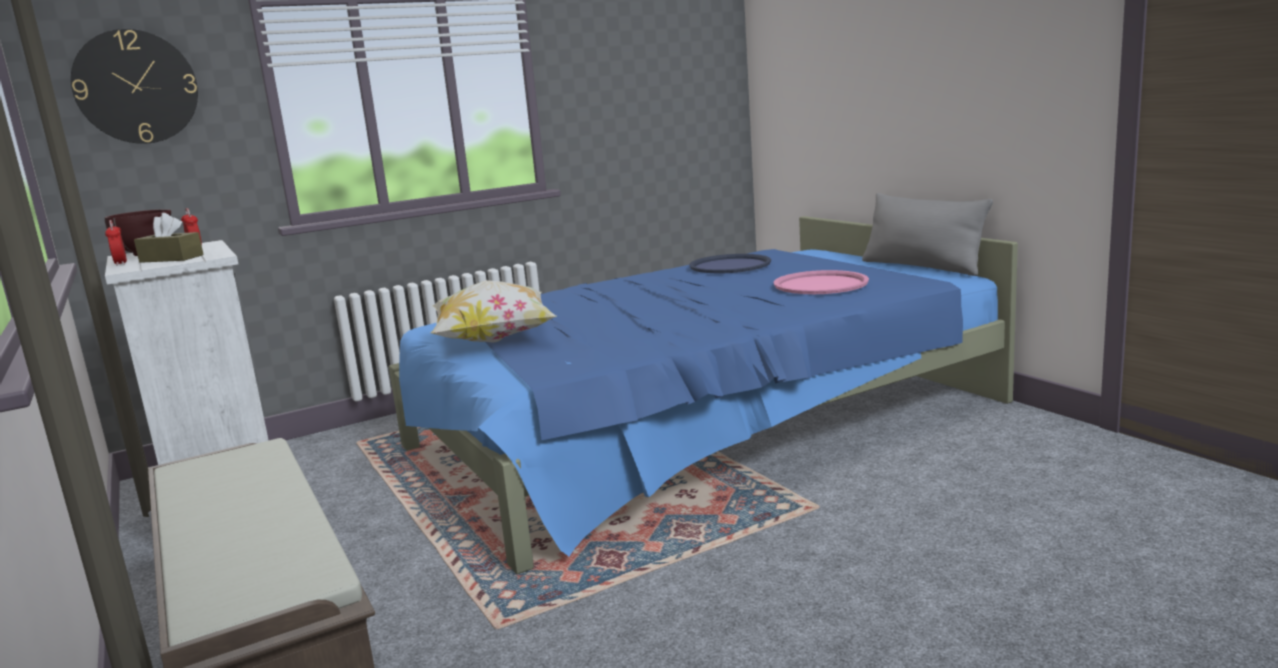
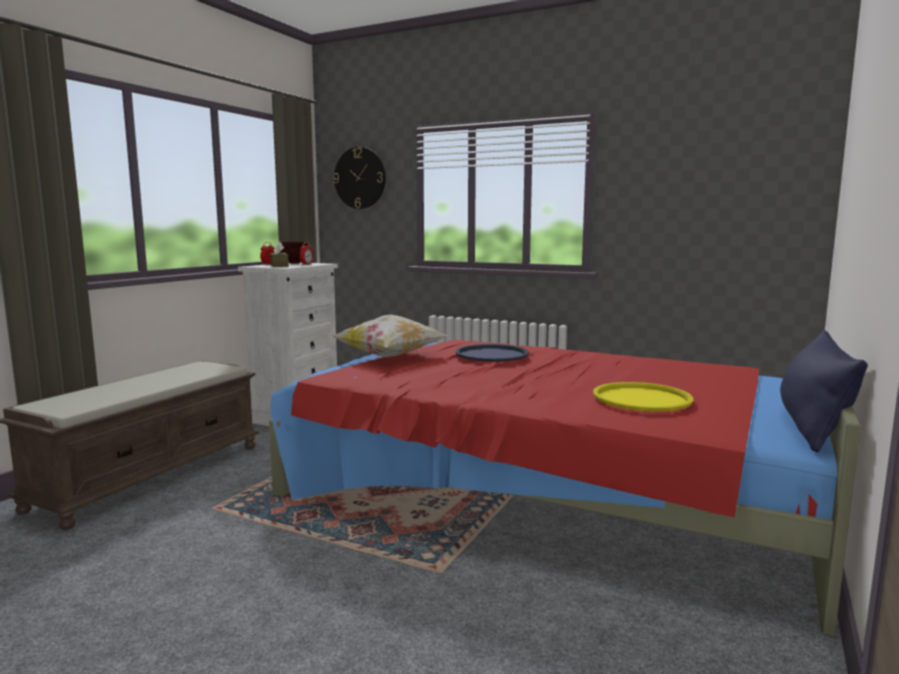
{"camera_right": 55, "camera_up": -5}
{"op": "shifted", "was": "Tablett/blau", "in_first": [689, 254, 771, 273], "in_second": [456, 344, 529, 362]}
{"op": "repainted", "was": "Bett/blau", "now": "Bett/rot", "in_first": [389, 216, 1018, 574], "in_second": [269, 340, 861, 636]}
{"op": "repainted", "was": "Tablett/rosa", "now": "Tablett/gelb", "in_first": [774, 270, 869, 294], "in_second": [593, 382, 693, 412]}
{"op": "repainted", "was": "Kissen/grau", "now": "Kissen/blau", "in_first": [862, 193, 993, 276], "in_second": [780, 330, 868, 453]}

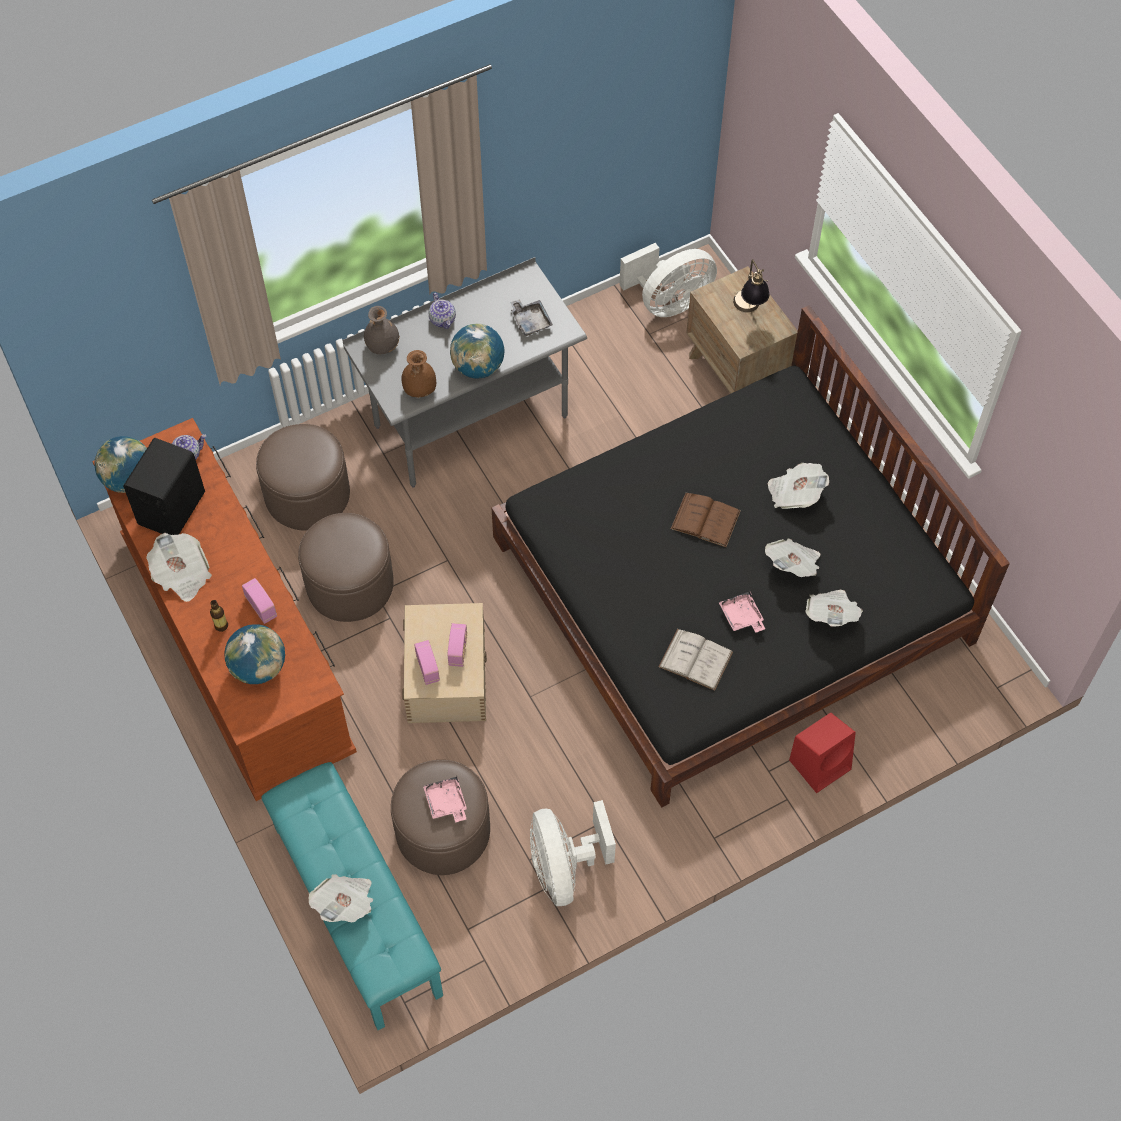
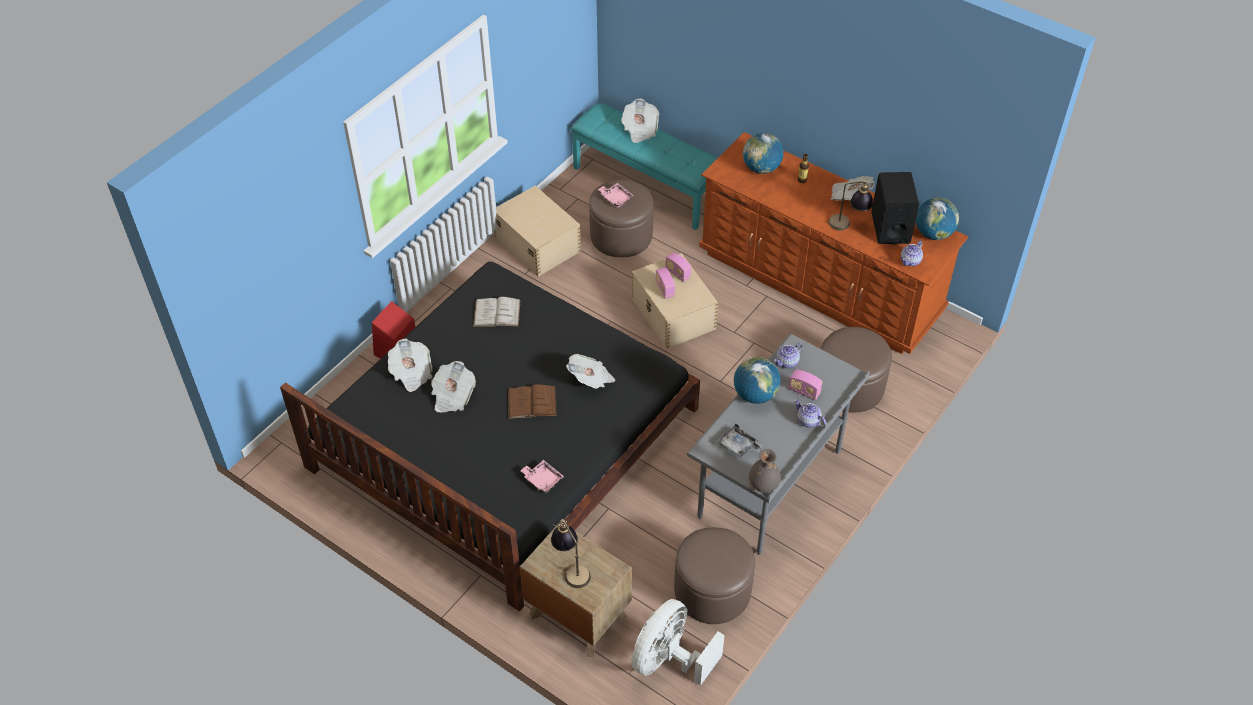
{"camera_right": 155, "camera_up": -10}
{"op": "new", "now": "Tischlampe", "in_second": [828, 179, 873, 231]}
{"op": "shifted", "was": "Radio", "in_first": [242, 578, 277, 624], "in_second": [788, 369, 823, 400]}
{"op": "shifted", "was": "Polsterhocker/braun", "in_first": [298, 513, 394, 622], "in_second": [674, 527, 755, 624]}
{"op": "shifted", "was": "Vase/grau", "in_first": [364, 306, 400, 354], "in_second": [749, 449, 781, 493]}
{"op": "shifted", "was": "Tablett/rosa", "in_first": [718, 590, 765, 633], "in_second": [520, 460, 564, 493]}
{"op": "shifted", "was": "Zeitung", "in_first": [767, 463, 829, 509], "in_second": [566, 354, 615, 389]}
{"op": "swapped", "was": "Vase/braun", "now": "Teekanne", "in_first": [402, 350, 436, 398], "in_second": [774, 342, 803, 368]}
{"op": "swapped", "was": "Ventilator/weiß", "now": "Aufbewahrungsbox/beige", "in_first": [530, 800, 616, 906], "in_second": [494, 186, 581, 277]}

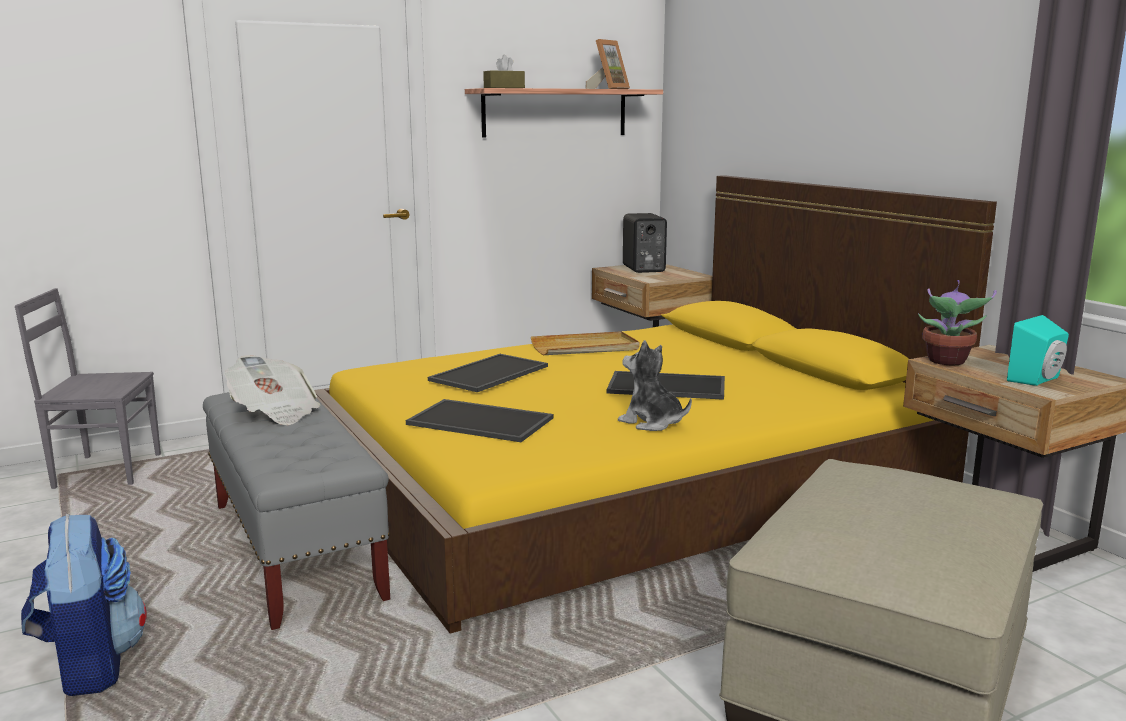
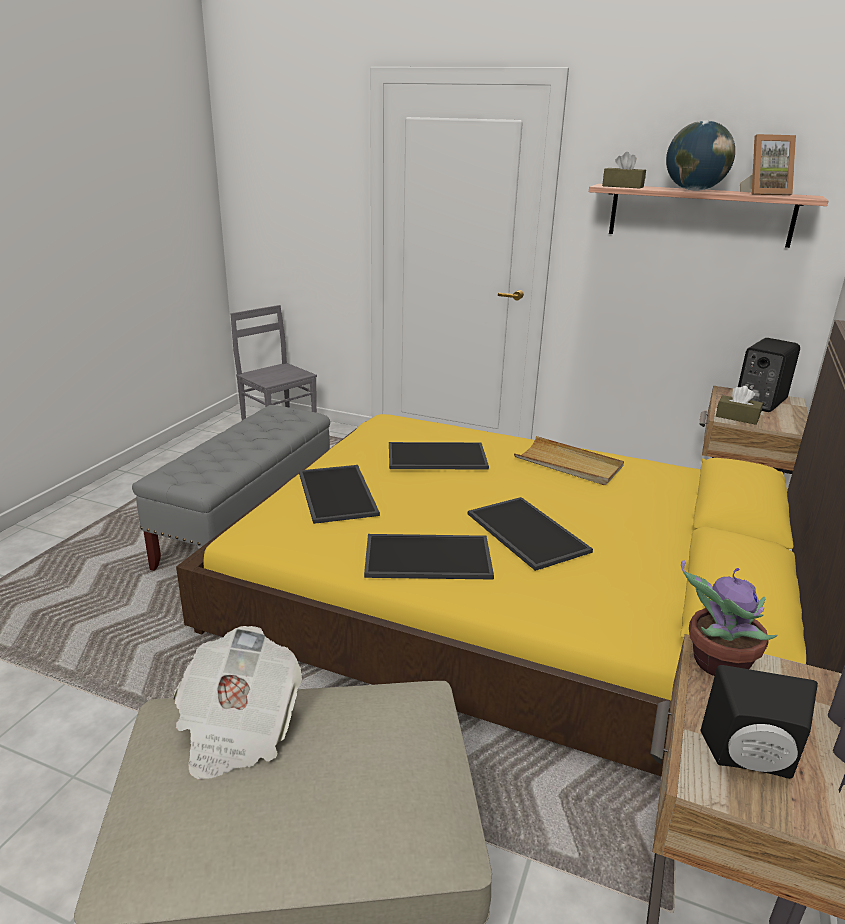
{"camera_right": 50, "camera_up": 10}
{"op": "gone", "was": "Rucksack", "in_first": [21, 514, 147, 696]}
{"op": "new", "now": "Globus", "in_second": [666, 121, 735, 191]}
{"op": "new", "now": "Taschentuchbox/braun", "in_second": [716, 386, 763, 425]}
{"op": "shifted", "was": "Zeitung", "in_first": [224, 355, 320, 425], "in_second": [173, 626, 302, 779]}
{"op": "swapped", "was": "Plüschtier", "now": "Tablett", "in_first": [618, 340, 692, 431], "in_second": [364, 534, 494, 580]}
{"op": "repainted", "was": "Lautsprecher/türkis", "now": "Lautsprecher/schwarz", "in_first": [1007, 315, 1069, 386], "in_second": [701, 665, 818, 779]}

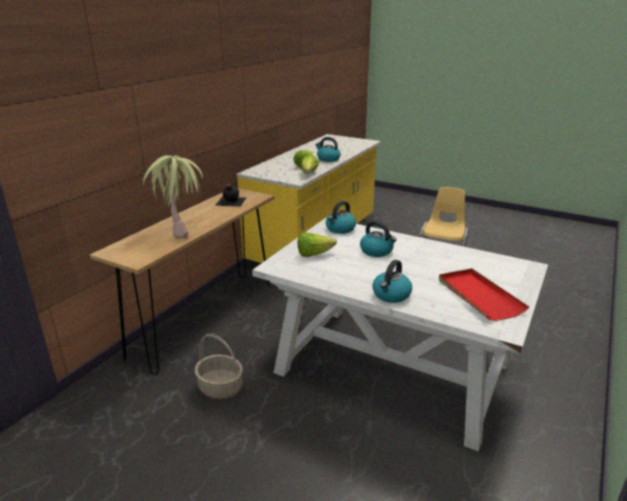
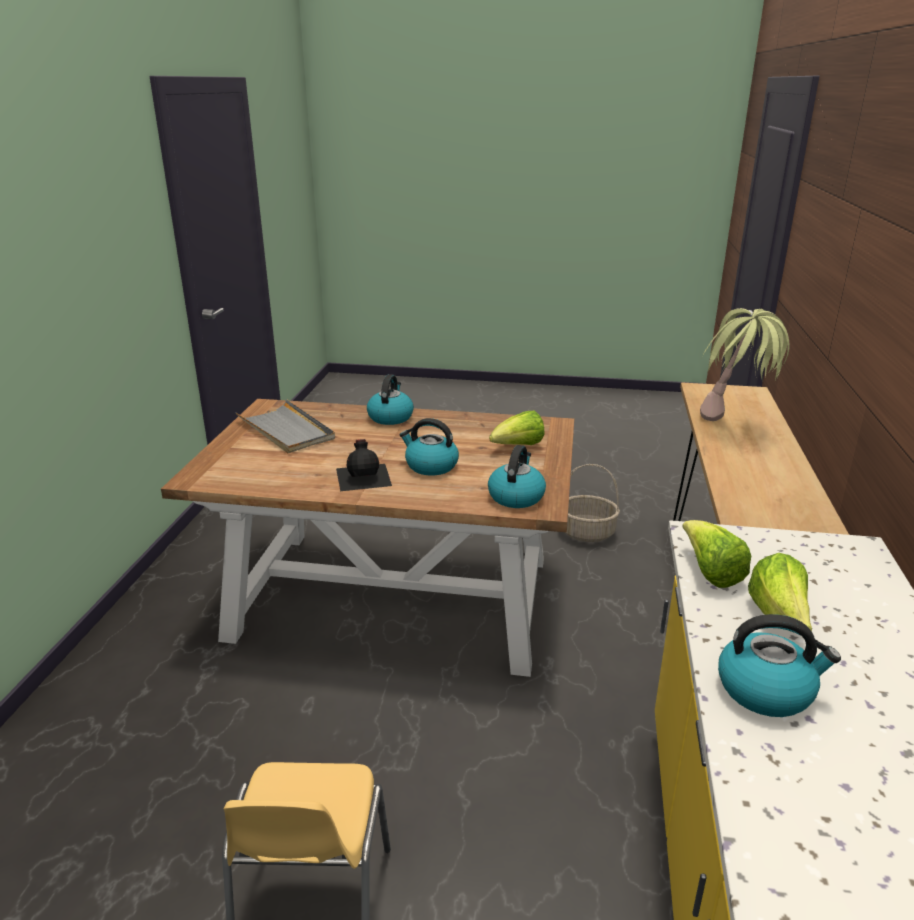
{"camera_right": 160, "camera_up": 0}
{"op": "shifted", "was": "Flasche/schwarz", "in_first": [215, 183, 246, 207], "in_second": [336, 439, 392, 491]}
{"op": "repainted", "was": "Esstisch/weiß", "now": "Esstisch/braun", "in_first": [252, 217, 548, 452], "in_second": [161, 399, 574, 677]}
{"op": "repainted", "was": "Tablett/rot", "now": "Tablett/grau", "in_first": [439, 268, 529, 321], "in_second": [236, 399, 335, 453]}

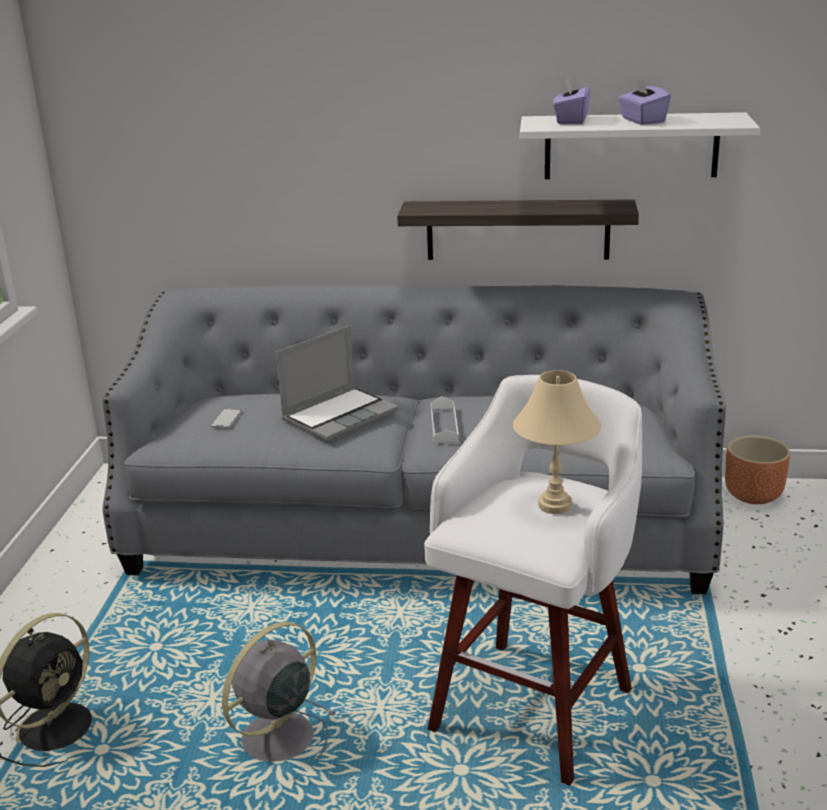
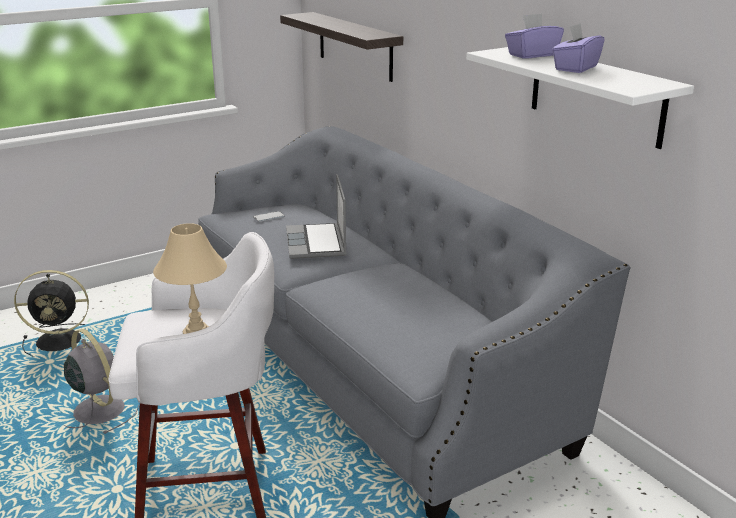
{"camera_right": 50, "camera_up": 0}
{"op": "gone", "was": "Tablett/weiß", "in_first": [431, 397, 459, 443]}
{"op": "gone", "was": "Pflanzkübel/braun", "in_first": [725, 436, 790, 504]}
{"op": "shifted", "was": "Wandregal", "in_first": [397, 199, 639, 260], "in_second": [280, 12, 403, 82]}
{"op": "rotated", "was": "Ventilator/grau", "in_first": [222, 622, 336, 762], "in_second": [63, 329, 139, 434], "clockwise": 45}
{"op": "rotated", "was": "Laptop", "in_first": [276, 325, 399, 441], "in_second": [286, 174, 346, 259], "clockwise": 75}

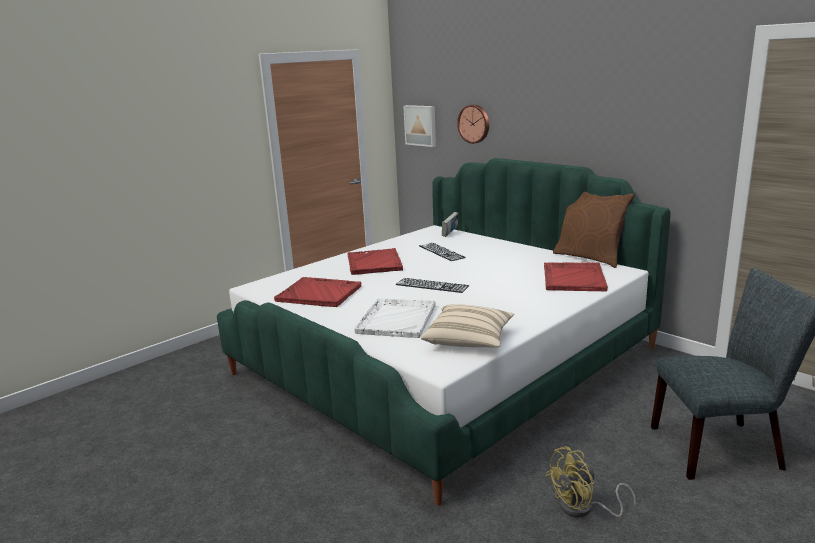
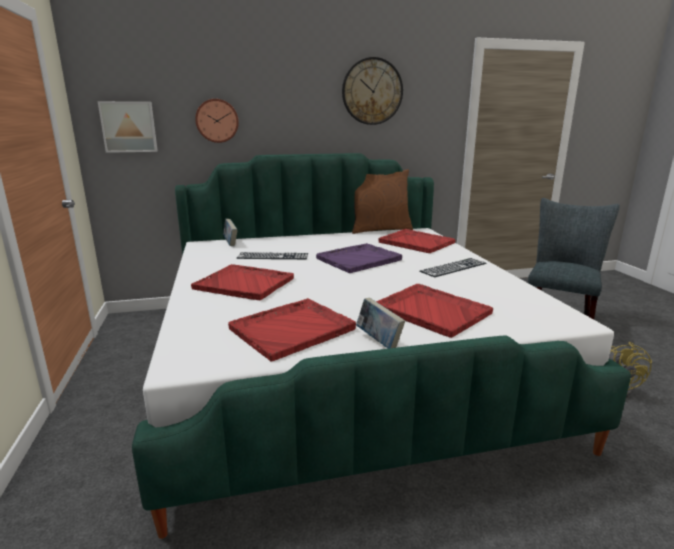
{"camera_right": -60, "camera_up": 0}
{"op": "gone", "was": "Kissen/beige", "in_first": [421, 304, 514, 348]}
{"op": "new", "now": "Tablett/lila", "in_second": [316, 243, 402, 273]}
{"op": "new", "now": "Wanduhr", "in_second": [342, 57, 403, 125]}
{"op": "new", "now": "Buch", "in_second": [356, 298, 405, 349]}
{"op": "shifted", "was": "Tastatur", "in_first": [396, 278, 469, 293], "in_second": [419, 258, 487, 277]}
{"op": "repainted", "was": "Tablett/weiß", "now": "Tablett/rot", "in_first": [355, 298, 436, 338], "in_second": [376, 284, 493, 338]}

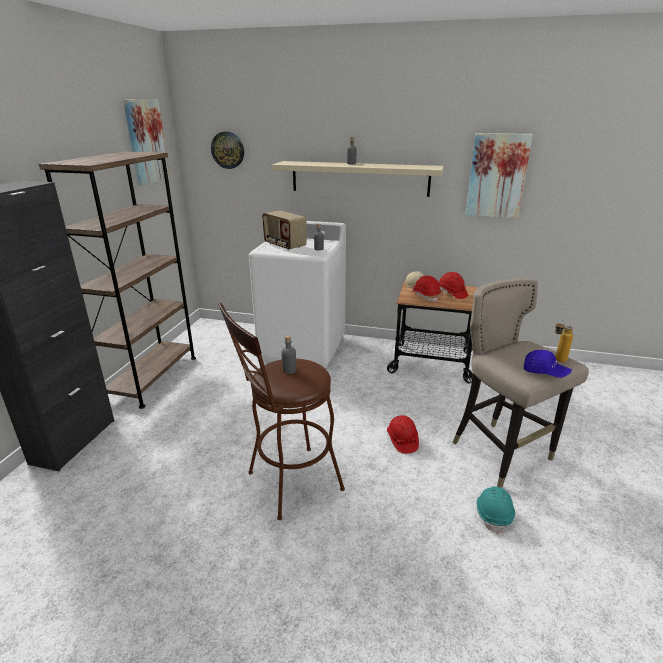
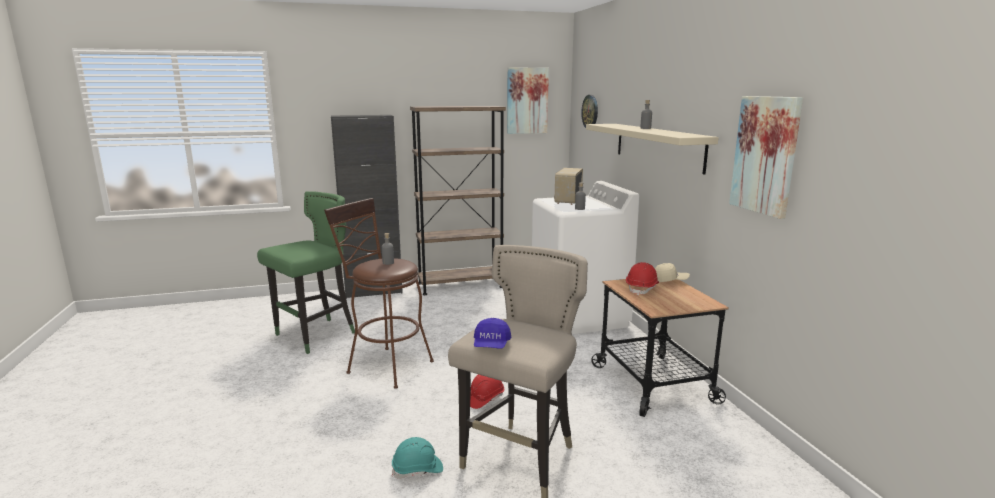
{"camera_right": 60, "camera_up": -10}
{"op": "gone", "was": "Schutzhelm/rot", "in_first": [438, 272, 468, 299]}
{"op": "gone", "was": "Flasche", "in_first": [555, 320, 574, 362]}
{"op": "new", "now": "Hocker/grün", "in_second": [257, 191, 355, 354]}

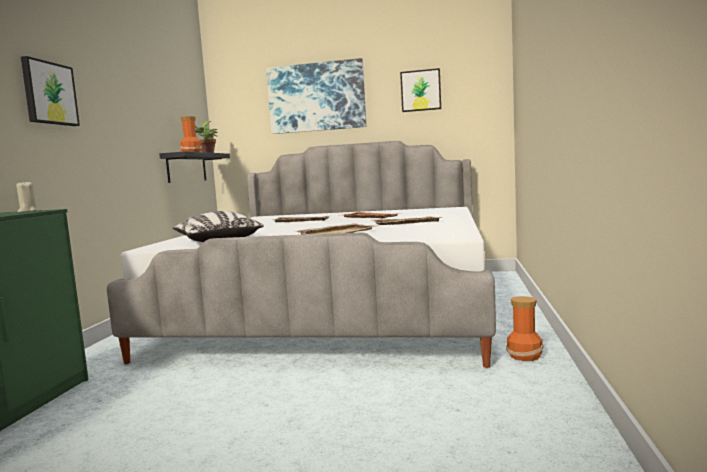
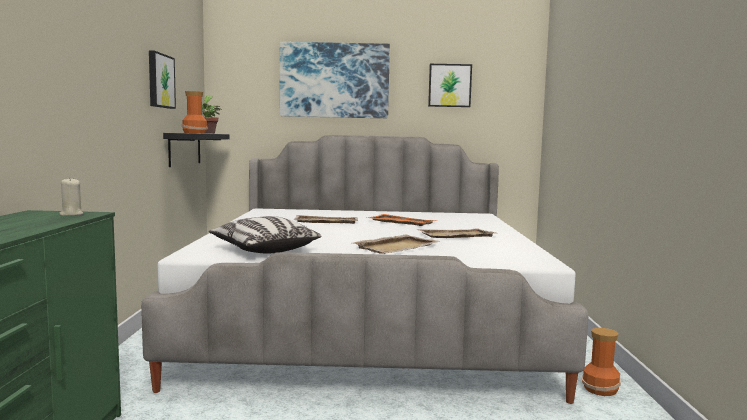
{"camera_right": -10, "camera_up": 0}
{"op": "shifted", "was": "Bild", "in_first": [21, 56, 80, 126], "in_second": [149, 51, 176, 109]}

